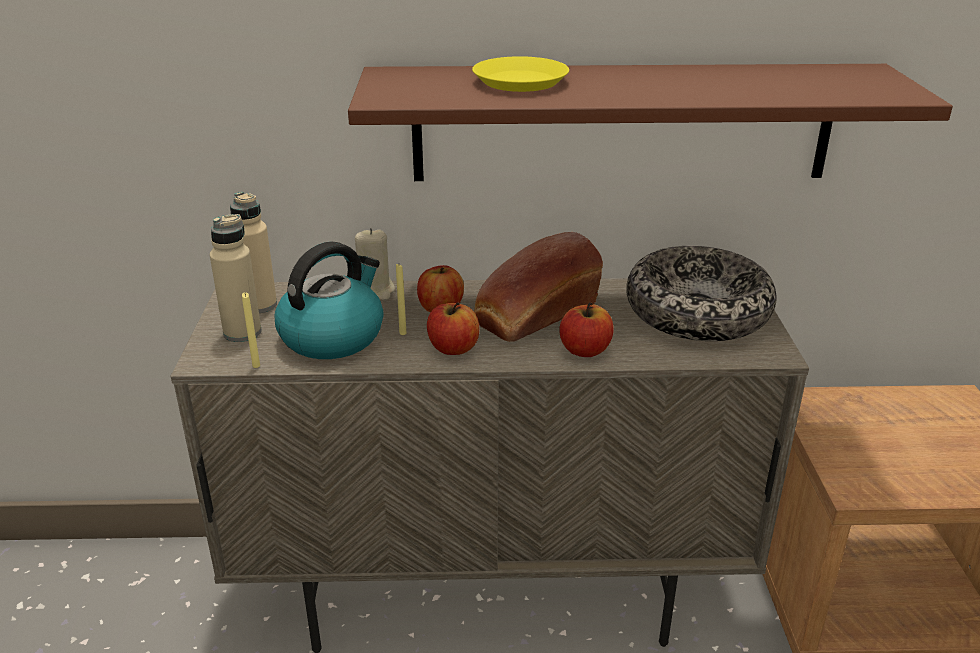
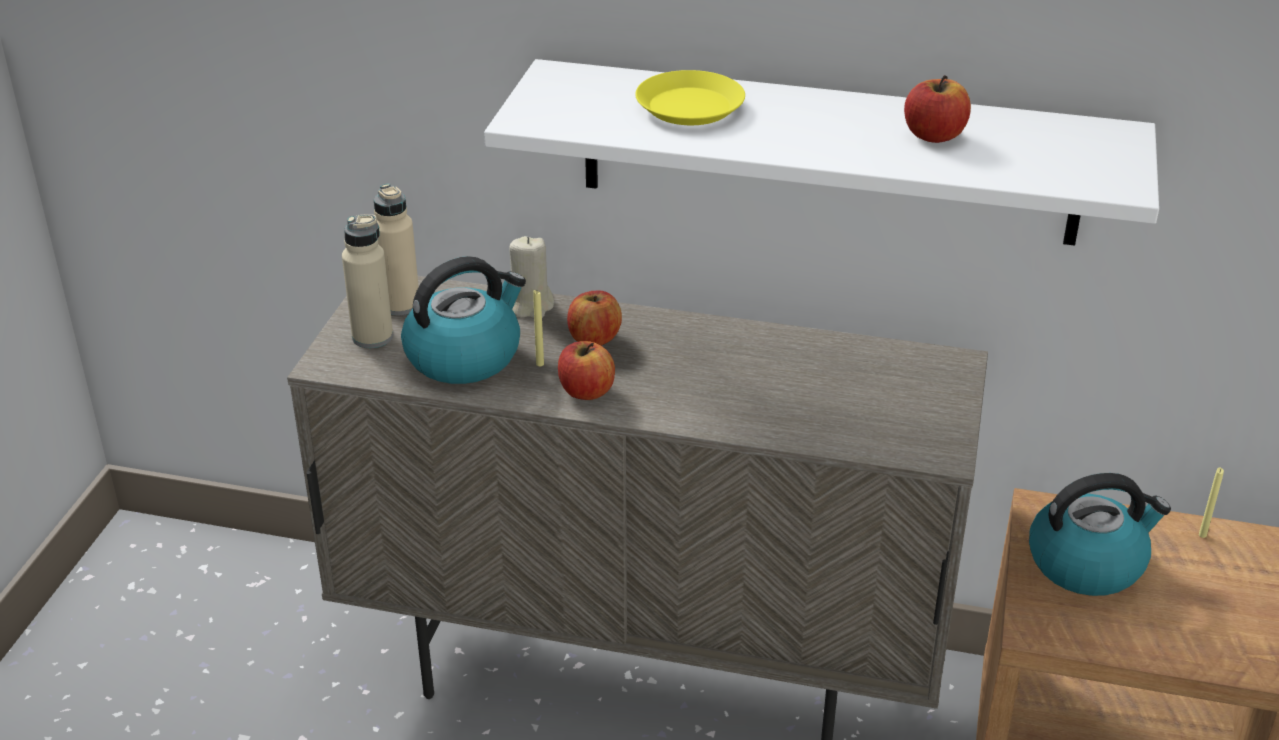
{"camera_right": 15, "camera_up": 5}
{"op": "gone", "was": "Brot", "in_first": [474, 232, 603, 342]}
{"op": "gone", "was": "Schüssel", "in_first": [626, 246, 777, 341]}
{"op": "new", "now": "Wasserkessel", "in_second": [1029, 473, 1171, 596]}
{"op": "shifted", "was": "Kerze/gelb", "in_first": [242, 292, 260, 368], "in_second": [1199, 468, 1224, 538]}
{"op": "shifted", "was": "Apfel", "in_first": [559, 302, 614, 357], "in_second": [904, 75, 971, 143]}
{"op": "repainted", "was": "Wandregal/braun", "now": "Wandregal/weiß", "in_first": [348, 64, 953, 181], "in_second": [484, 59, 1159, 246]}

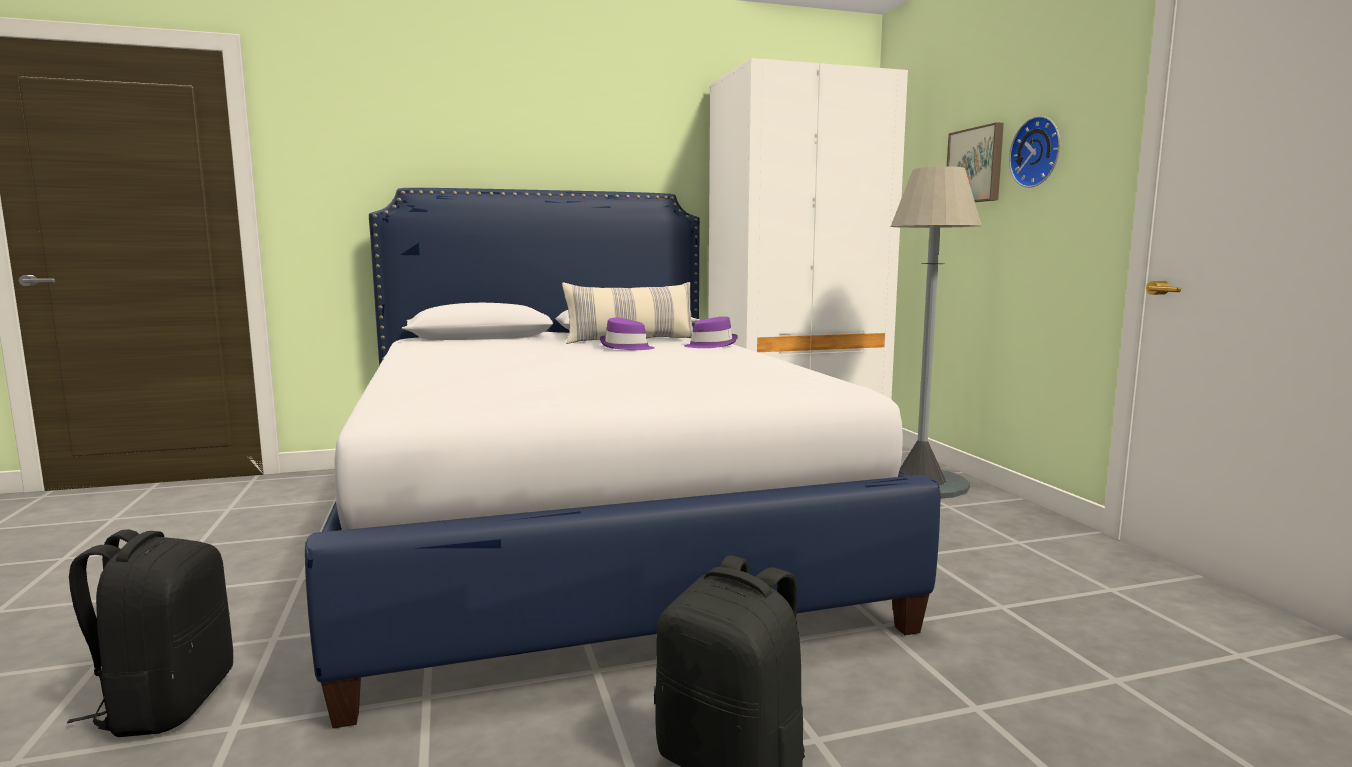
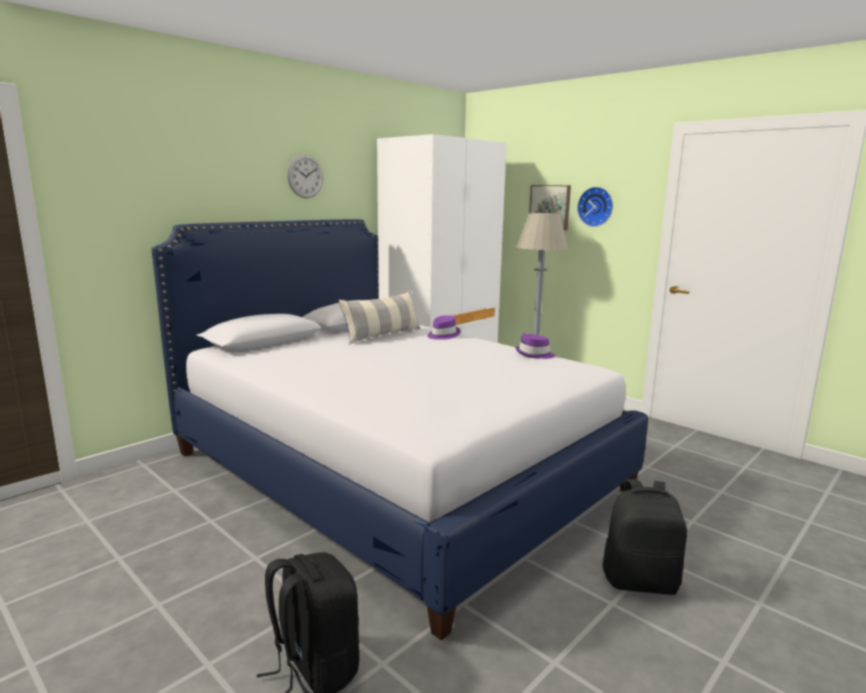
{"camera_right": -30, "camera_up": 5}
{"op": "new", "now": "Wanduhr", "in_second": [287, 154, 323, 199]}
{"op": "shifted", "was": "Hut/lila", "in_first": [600, 318, 654, 350], "in_second": [515, 333, 555, 359]}

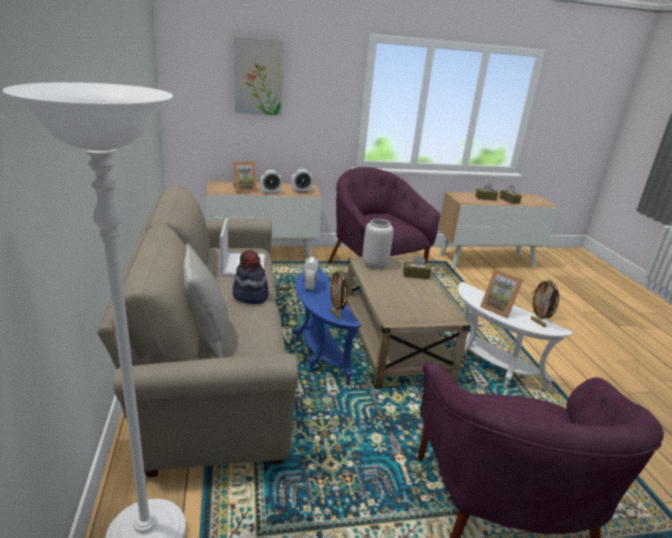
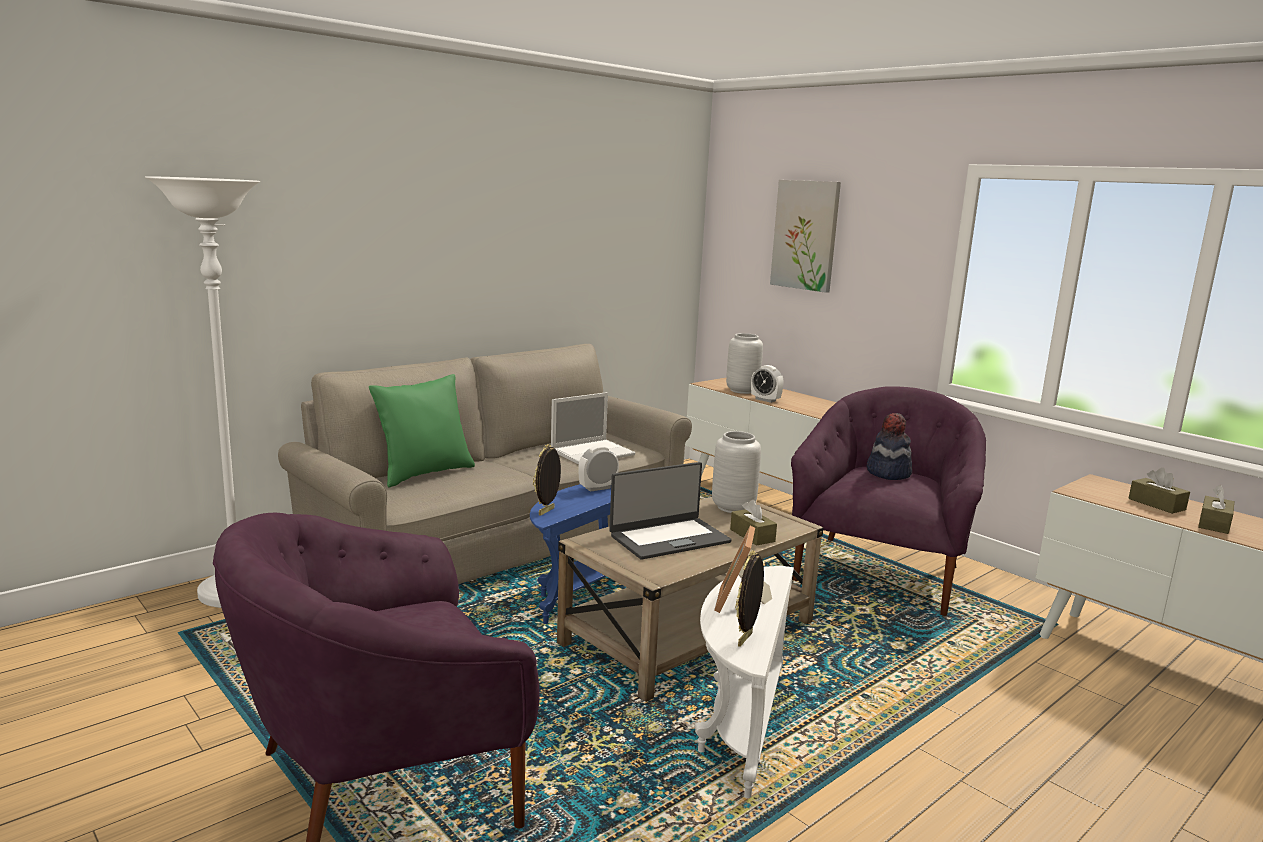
{"camera_right": 60, "camera_up": -10}
{"op": "gone", "was": "Wecker", "in_first": [292, 169, 313, 193]}
{"op": "new", "now": "Laptop", "in_second": [609, 462, 732, 559]}
{"op": "shifted", "was": "Hut", "in_first": [233, 250, 269, 304], "in_second": [867, 413, 912, 480]}
{"op": "swapped", "was": "Bilderrahmen", "now": "Vase/grau", "in_first": [233, 162, 257, 193], "in_second": [726, 333, 763, 394]}
{"op": "repainted", "was": "Kissen/grau", "now": "Kissen/grün", "in_first": [183, 244, 228, 358], "in_second": [369, 374, 475, 487]}

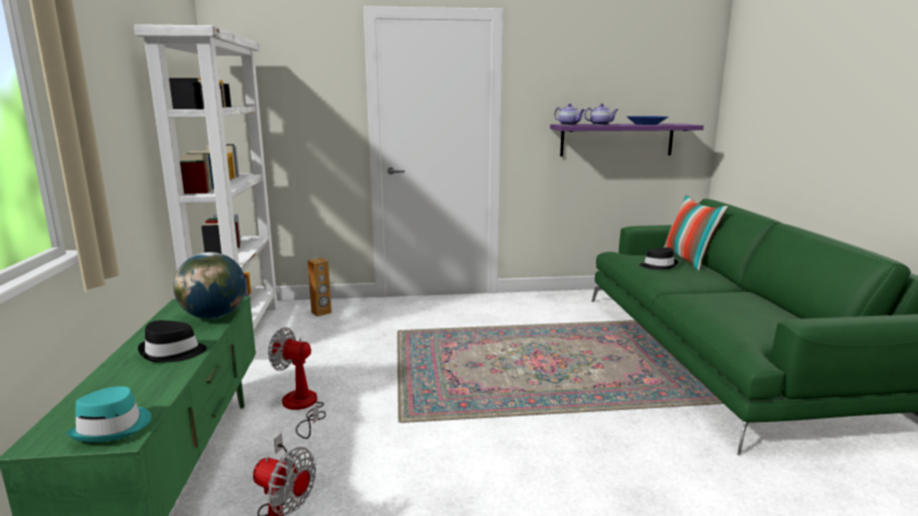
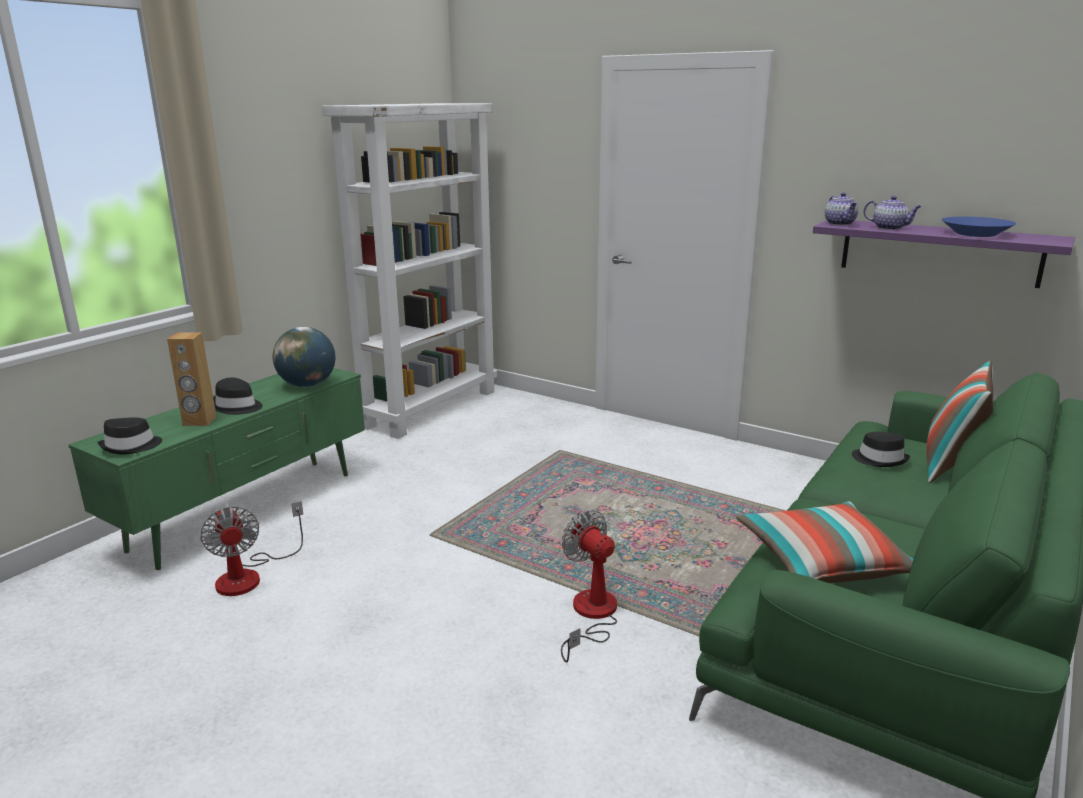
{"camera_right": 40, "camera_up": 5}
{"op": "new", "now": "Kissen", "in_second": [736, 502, 913, 583]}
{"op": "shifted", "was": "Ventilator", "in_first": [268, 327, 326, 439], "in_second": [561, 510, 617, 663]}
{"op": "shifted", "was": "Lautsprecher/braun", "in_first": [308, 258, 332, 317], "in_second": [167, 332, 216, 426]}
{"op": "repainted", "was": "Hut/türkis", "now": "Hut/schwarz", "in_first": [66, 386, 151, 442], "in_second": [98, 417, 162, 454]}

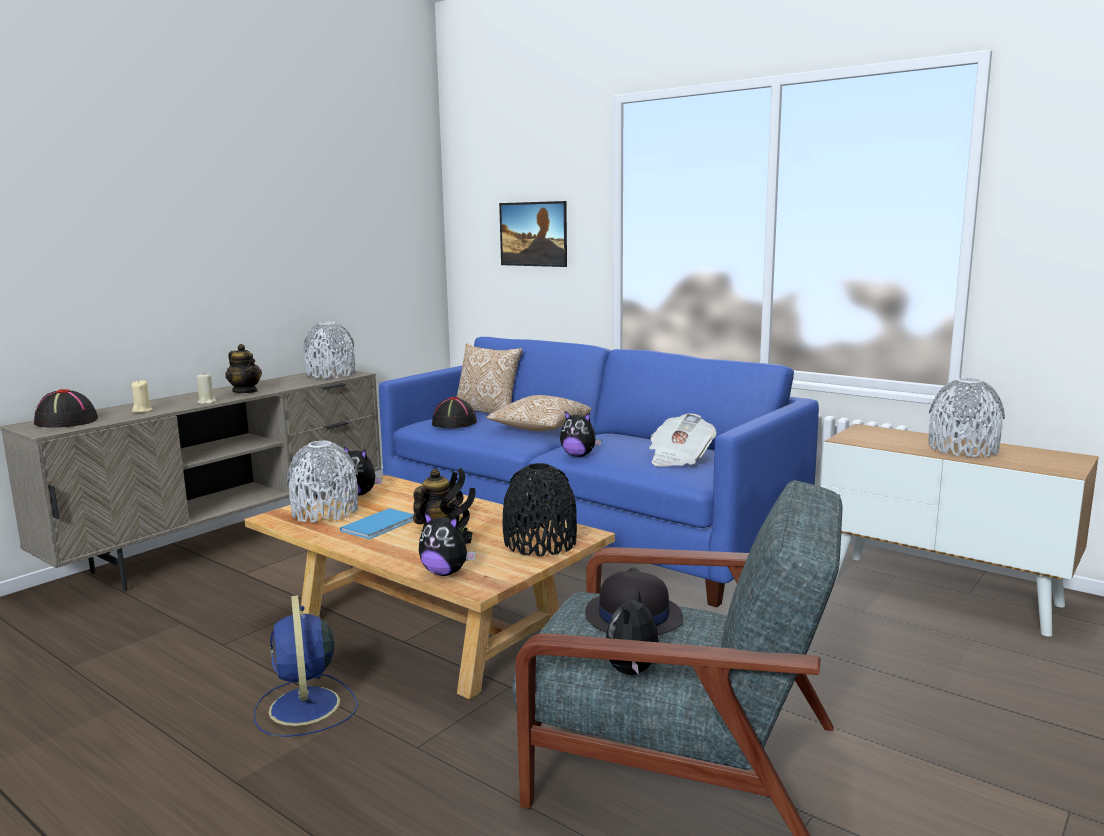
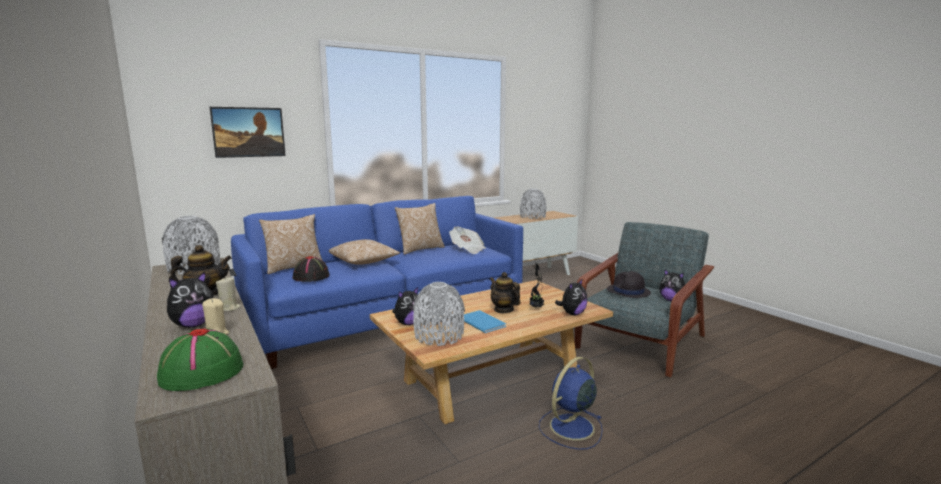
{"camera_right": -70, "camera_up": 0}
{"op": "gone", "was": "Vase/schwarz", "in_first": [503, 463, 577, 556]}
{"op": "new", "now": "Kissen", "in_second": [395, 203, 445, 255]}
{"op": "shifted", "was": "Plüschtier", "in_first": [560, 411, 602, 457], "in_second": [167, 272, 214, 328]}
{"op": "repainted", "was": "Hut/schwarz", "now": "Hut/grün", "in_first": [34, 389, 98, 428], "in_second": [157, 328, 243, 391]}
{"op": "rotated", "was": "Ventilator/blau", "in_first": [254, 595, 358, 737], "in_second": [539, 357, 602, 450], "clockwise": 135}

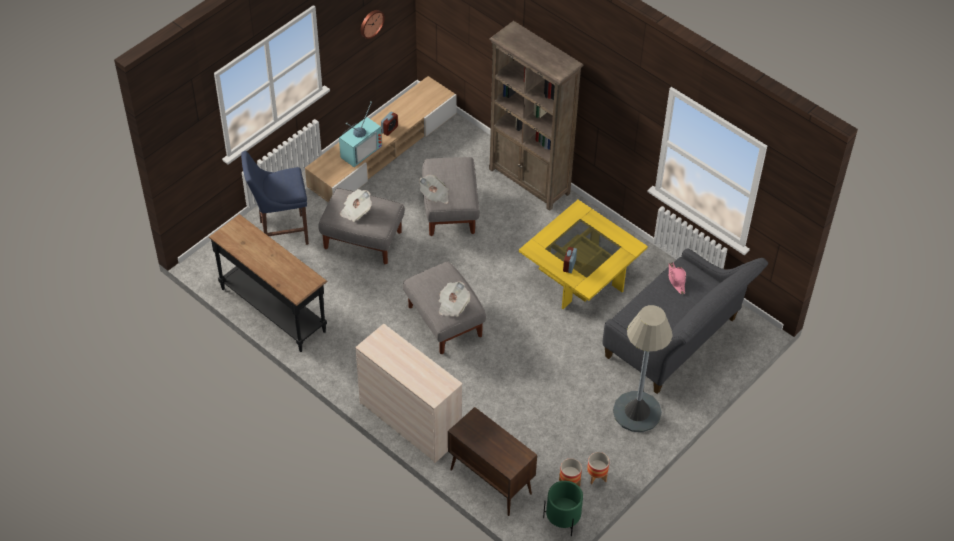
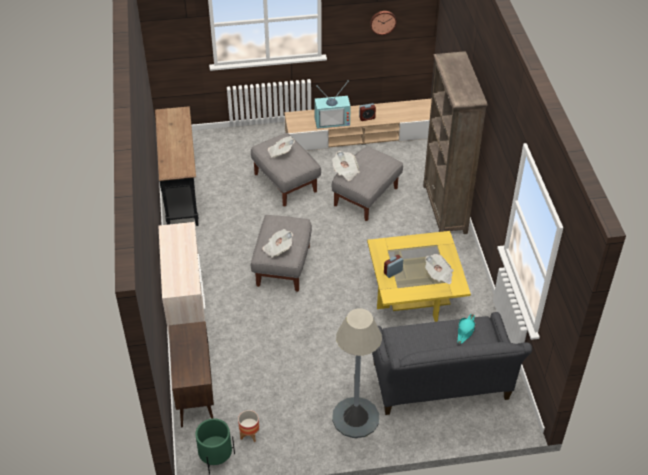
{"camera_right": 40, "camera_up": -5}
{"op": "gone", "was": "Hocker/blau", "in_first": [241, 151, 309, 245]}
{"op": "gone", "was": "Pflanzkübel", "in_first": [587, 452, 609, 484]}
{"op": "new", "now": "Zeitung", "in_second": [425, 254, 453, 284]}
{"op": "repainted", "was": "Hut/rosa", "now": "Hut/türkis", "in_first": [669, 262, 686, 294], "in_second": [457, 314, 475, 344]}

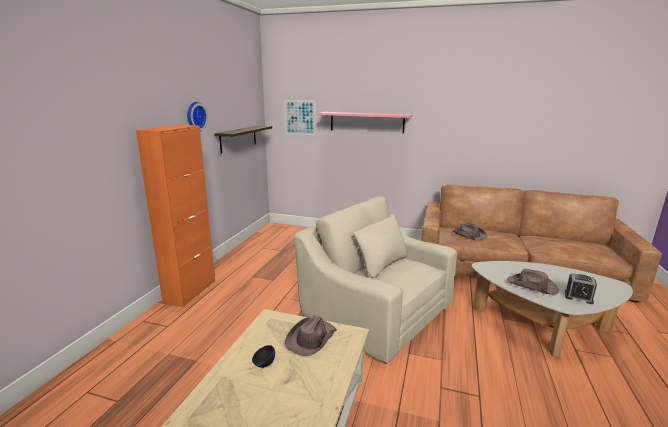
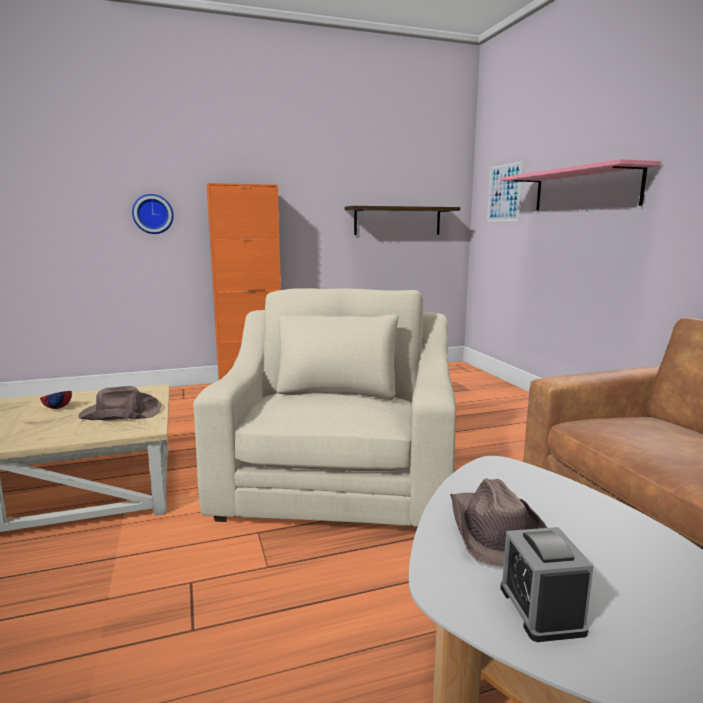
{"camera_right": 55, "camera_up": -5}
{"op": "gone", "was": "Hut/braun", "in_first": [452, 222, 488, 241]}
{"op": "shifted", "was": "Wanduhr", "in_first": [187, 102, 208, 131], "in_second": [132, 194, 174, 234]}
{"op": "repainted", "was": "Schüssel/schwarz", "now": "Schüssel/rot", "in_first": [252, 345, 275, 368], "in_second": [40, 391, 72, 409]}

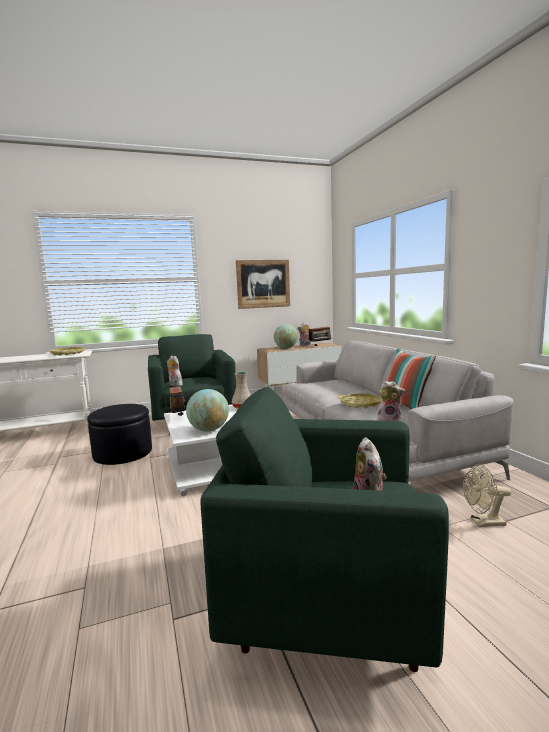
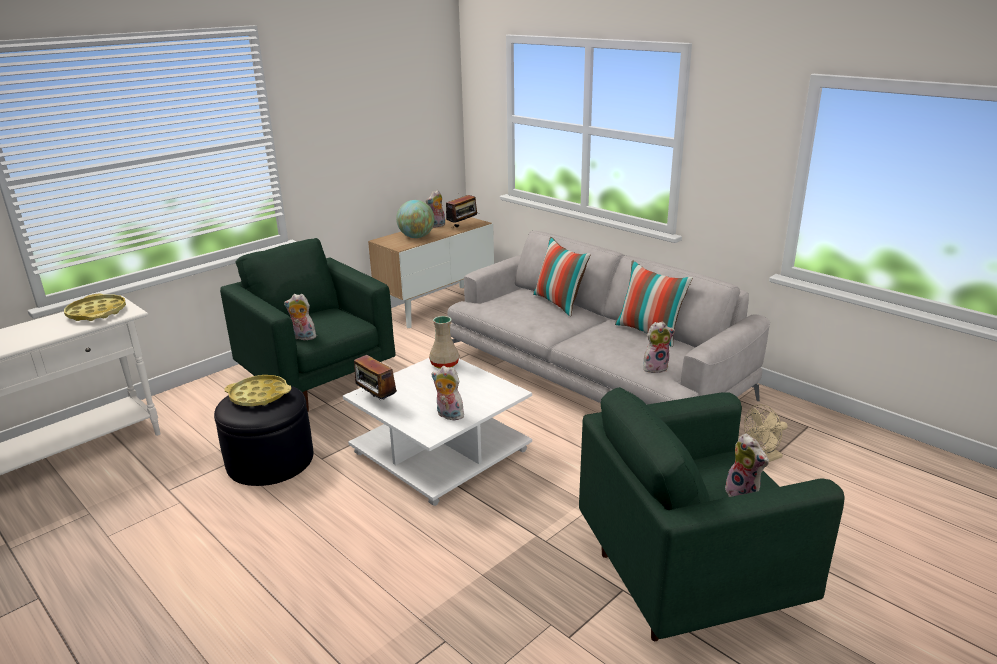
{"camera_right": -25, "camera_up": 15}
{"op": "gone", "was": "Bild", "in_first": [236, 260, 290, 309]}
{"op": "new", "now": "Kissen", "in_second": [533, 237, 591, 317]}
{"op": "shifted", "was": "Tablett/gelb", "in_first": [338, 393, 382, 409], "in_second": [224, 375, 292, 407]}
{"op": "swapped", "was": "Globus", "now": "Plüschtier", "in_first": [186, 389, 229, 431], "in_second": [432, 366, 464, 420]}

